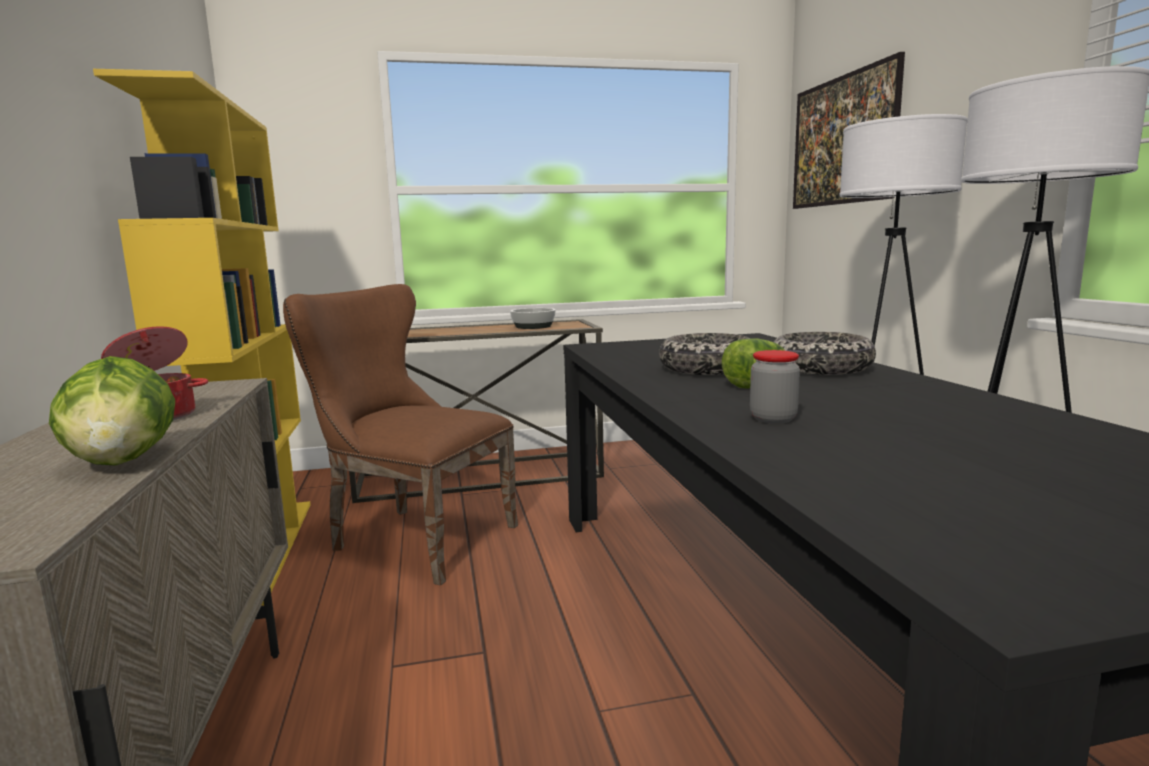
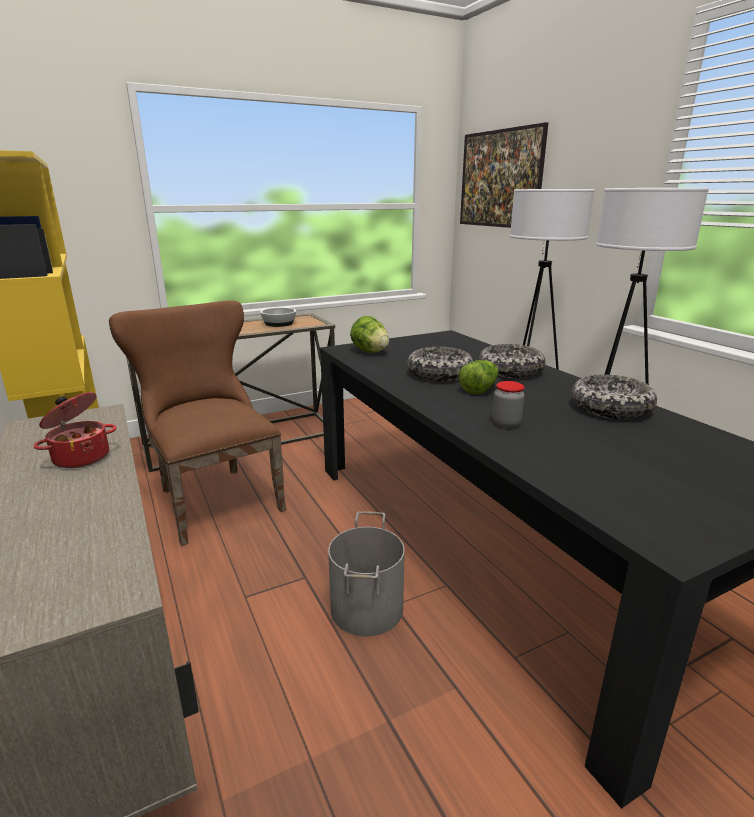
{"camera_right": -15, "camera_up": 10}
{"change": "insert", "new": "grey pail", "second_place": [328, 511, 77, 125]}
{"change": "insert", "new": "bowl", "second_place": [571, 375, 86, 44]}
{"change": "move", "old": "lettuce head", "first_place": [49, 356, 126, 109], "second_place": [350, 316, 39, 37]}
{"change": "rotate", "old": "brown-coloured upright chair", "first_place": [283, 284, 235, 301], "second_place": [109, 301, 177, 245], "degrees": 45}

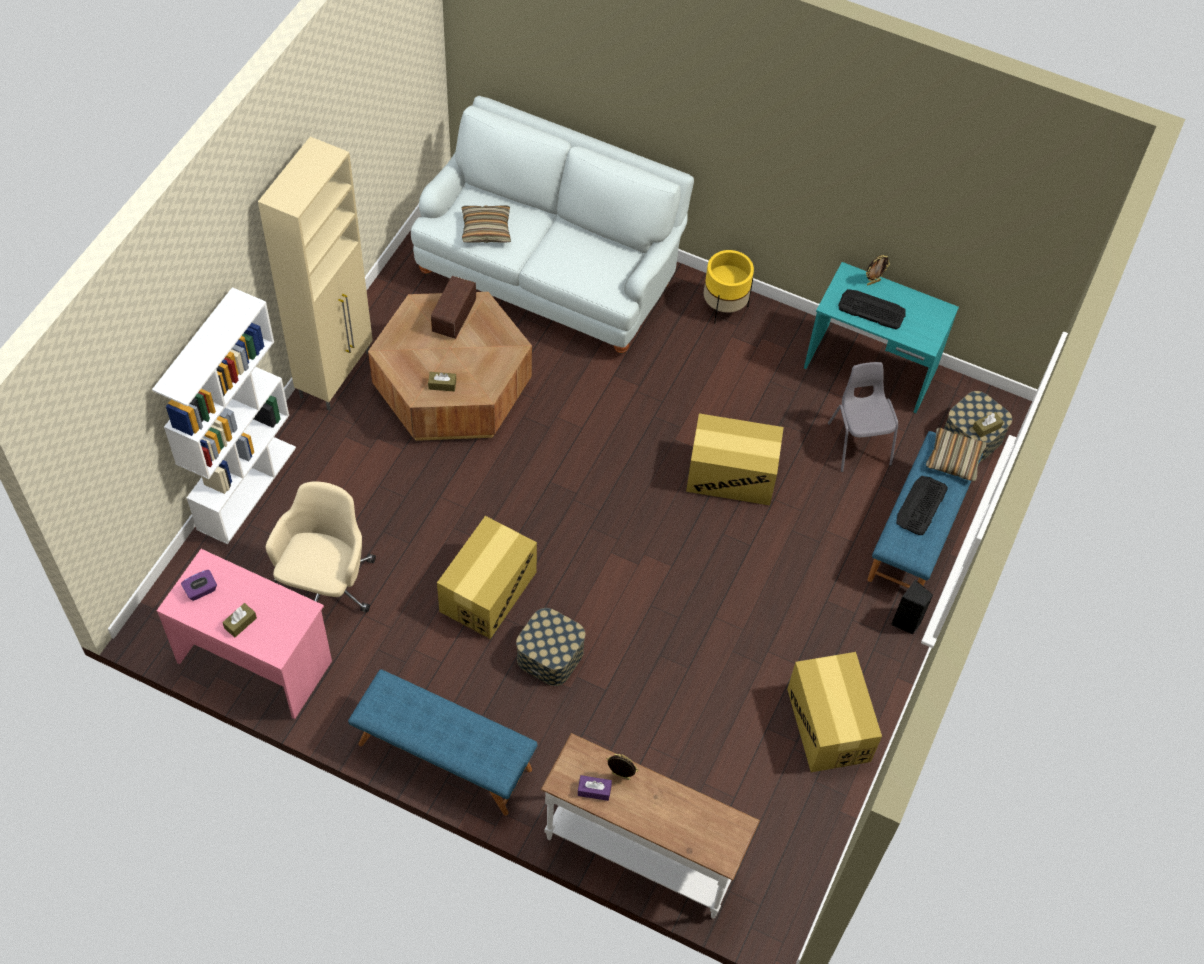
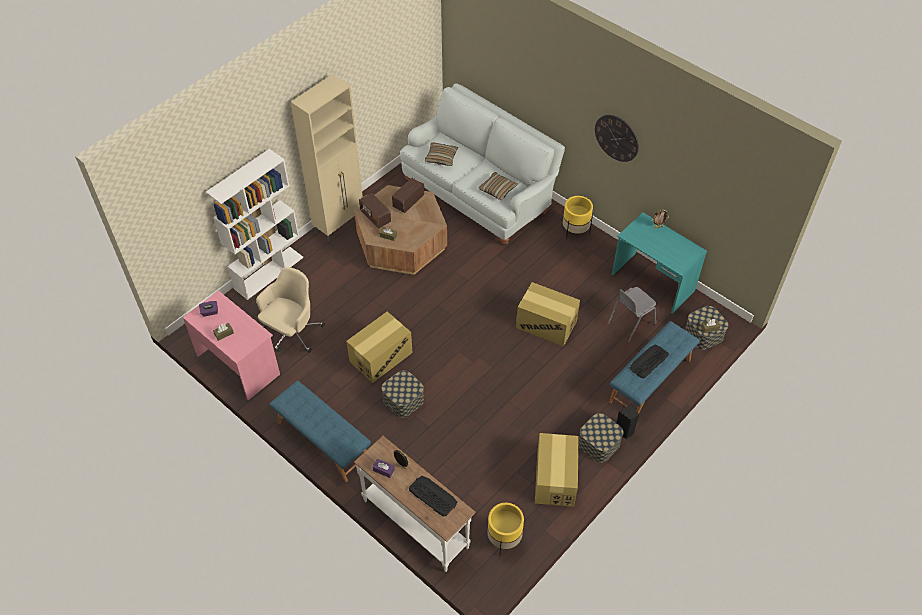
{"camera_right": 20, "camera_up": -5}
{"change": "insert", "new": "radio receiver", "second_place": [359, 193, 32, 35]}
{"change": "insert", "new": "yellow plant pot", "second_place": [488, 503, 36, 51]}
{"change": "insert", "new": "storage bin", "second_place": [579, 413, 45, 50]}
{"change": "insert", "new": "hanging clock", "second_place": [595, 115, 44, 47]}
{"change": "move", "old": "PC keyboard", "first_place": [838, 289, 67, 40], "second_place": [409, 476, 48, 41]}
{"change": "move", "old": "throw pillow", "first_place": [926, 427, 61, 54], "second_place": [478, 172, 40, 28]}
{"change": "rotate", "old": "grey upright chair", "first_place": [828, 362, 70, 110], "second_place": [608, 287, 48, 55], "degrees": -135}

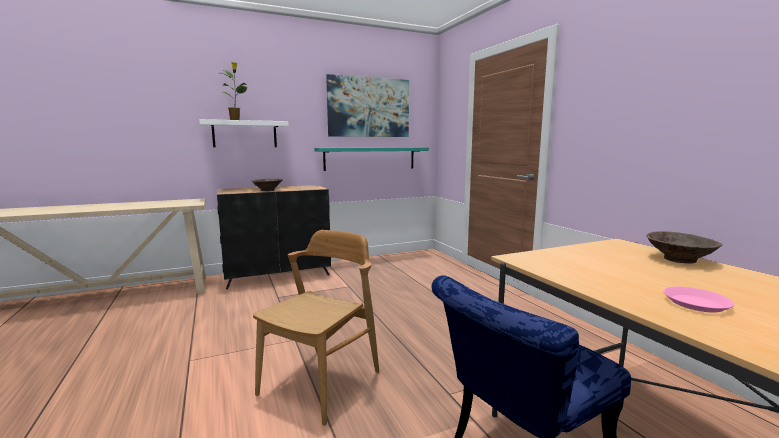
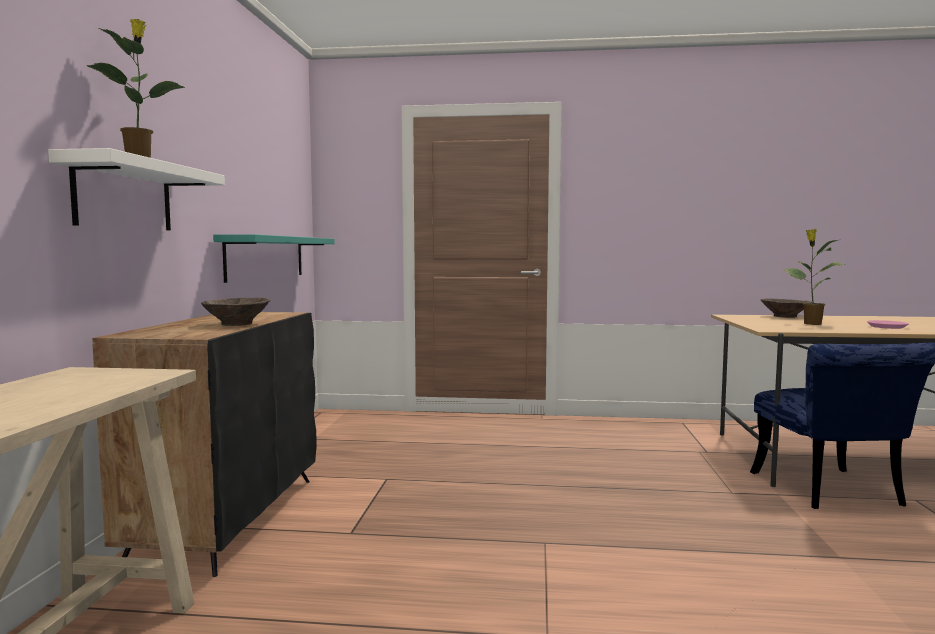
{"camera_right": -60, "camera_up": -5}
{"change": "delete", "old": "brown-coloured upright chair", "first_place": [253, 230, 126, 196]}
{"change": "delete", "old": "picture", "first_place": [326, 74, 83, 63]}
{"change": "insert", "new": "potted plant", "second_place": [784, 229, 61, 96]}

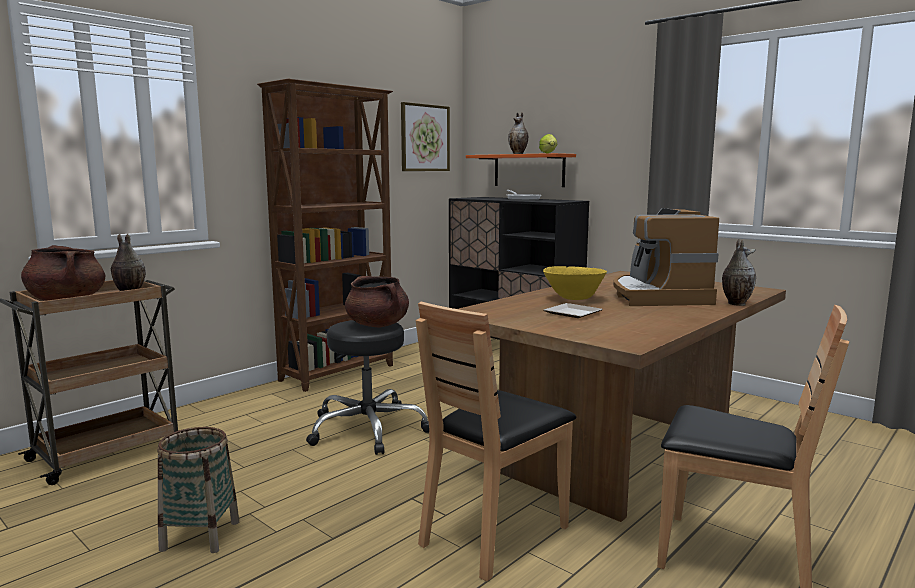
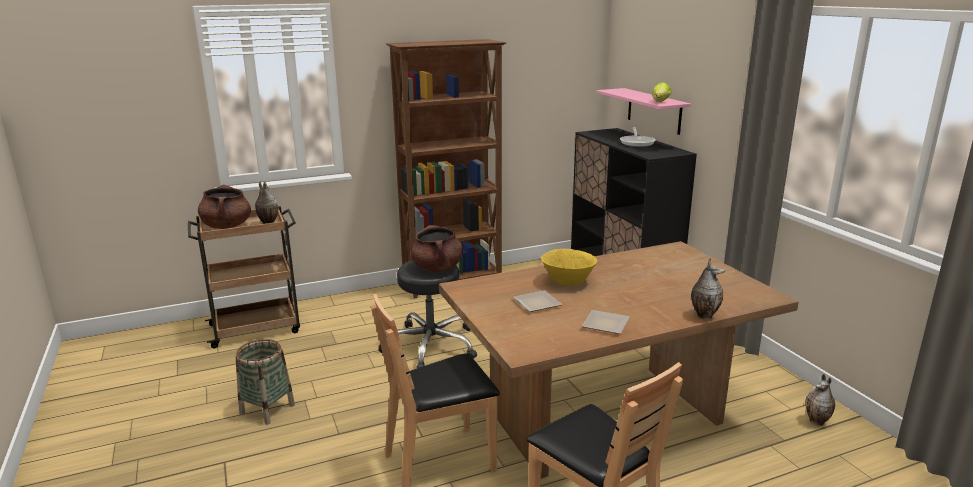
{"camera_right": 25, "camera_up": 10}
{"change": "delete", "old": "picture", "first_place": [401, 102, 49, 69]}
{"change": "delete", "old": "coffee maker", "first_place": [613, 208, 106, 98]}
{"change": "insert", "new": "flat dish", "second_place": [582, 310, 47, 24]}
{"change": "move", "old": "flower vase", "first_place": [508, 112, 21, 42], "second_place": [805, 374, 30, 52]}
{"change": "recolor", "old": "orange shelf", "new": "pink shelf", "first_place": [466, 153, 110, 34], "second_place": [596, 88, 95, 47]}

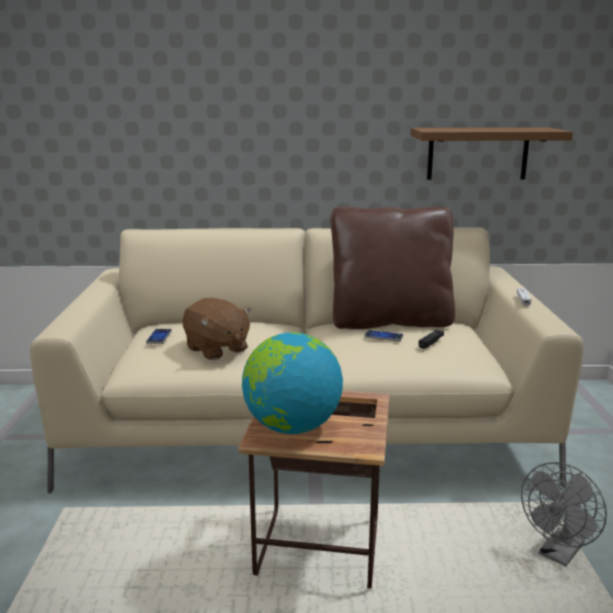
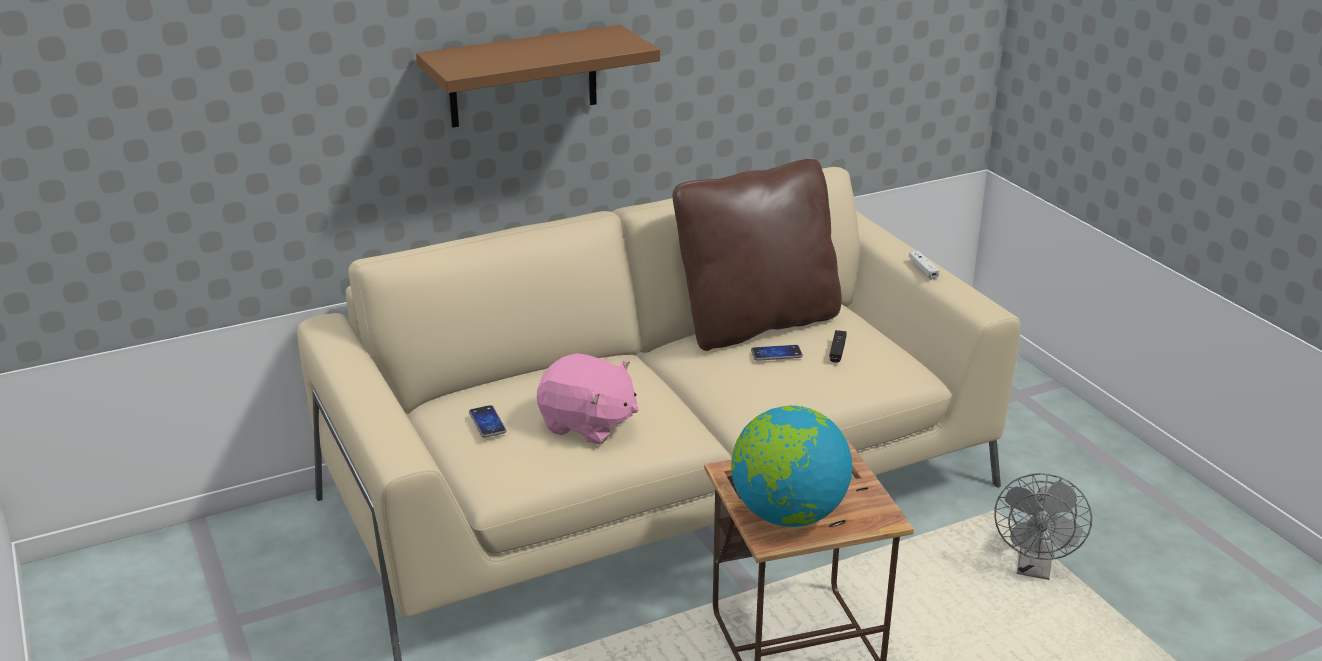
{"camera_right": -25, "camera_up": 10}
{"change": "move", "old": "brown-coloured shelf", "first_place": [410, 128, 163, 52], "second_place": [416, 25, 244, 103]}
{"change": "recolor", "old": "brown-coloured plush toy", "new": "pink plush toy", "first_place": [182, 298, 69, 62], "second_place": [537, 353, 102, 91]}

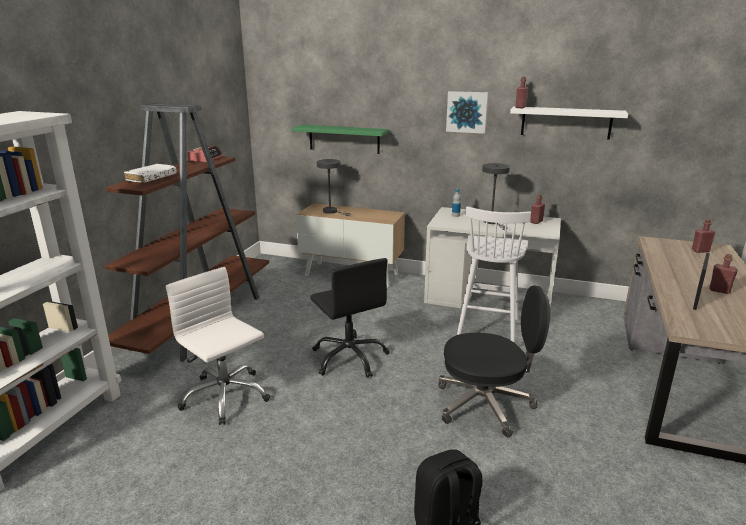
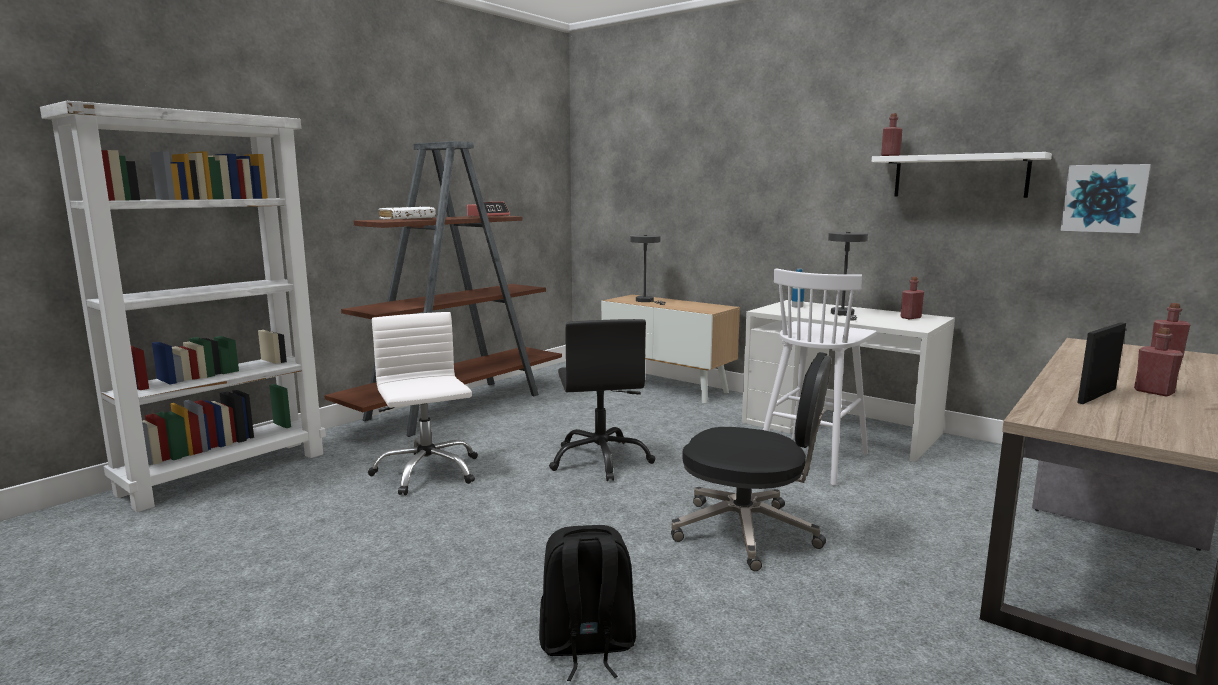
{"camera_right": 20, "camera_up": -10}
{"change": "delete", "old": "green-coloured shelf", "first_place": [292, 125, 97, 29]}
{"change": "move", "old": "picture", "first_place": [446, 91, 42, 43], "second_place": [1060, 164, 91, 69]}

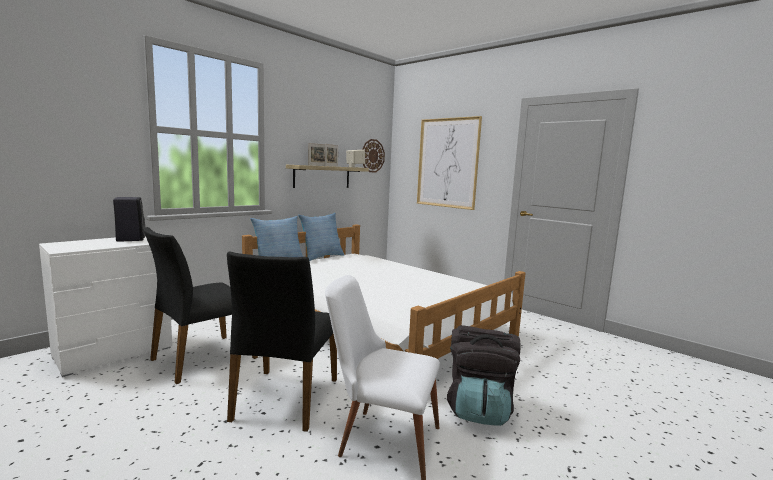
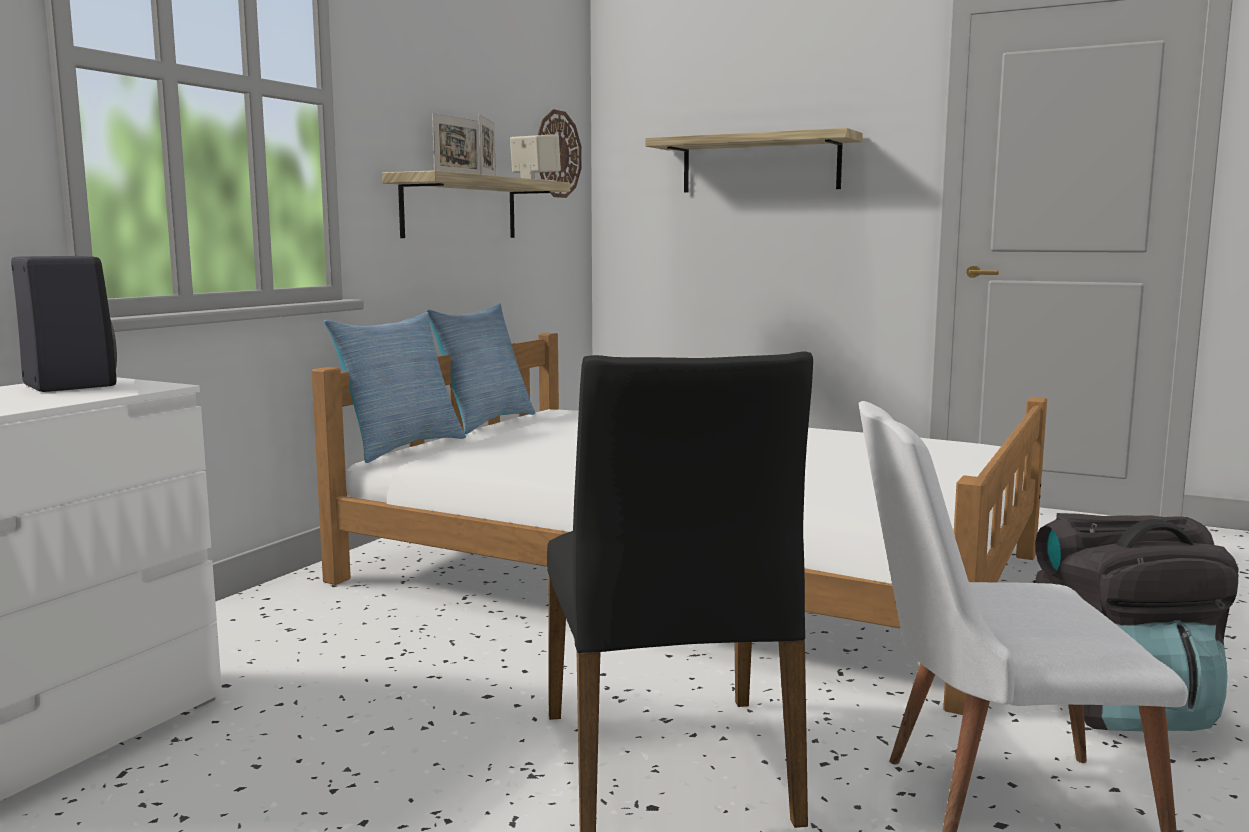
{"camera_right": -15, "camera_up": 0}
{"change": "delete", "old": "black upright chair", "first_place": [143, 227, 115, 157]}
{"change": "replace", "old": "picture", "new": "shelf", "first_place": [417, 116, 65, 94], "second_place": [645, 128, 218, 64]}

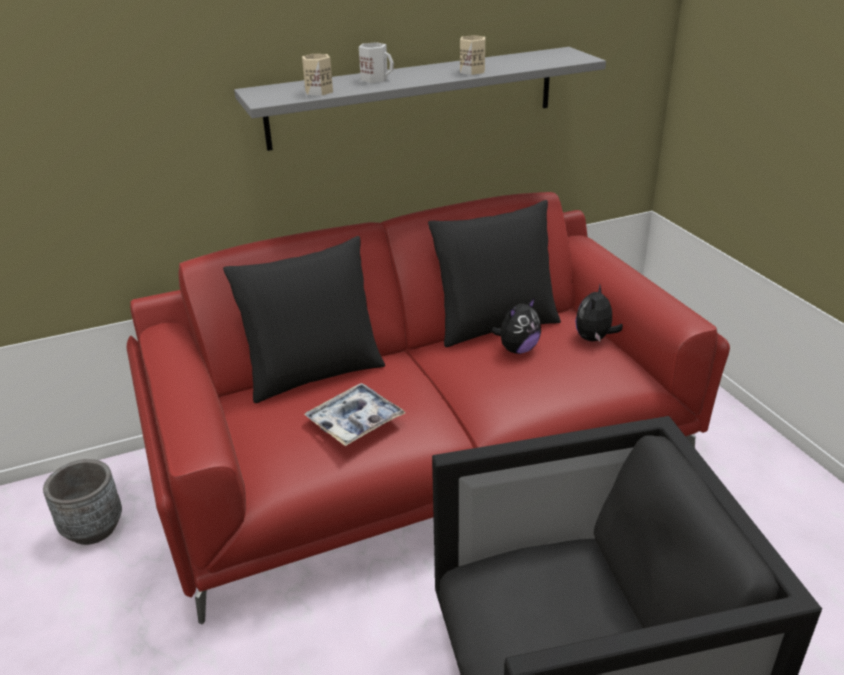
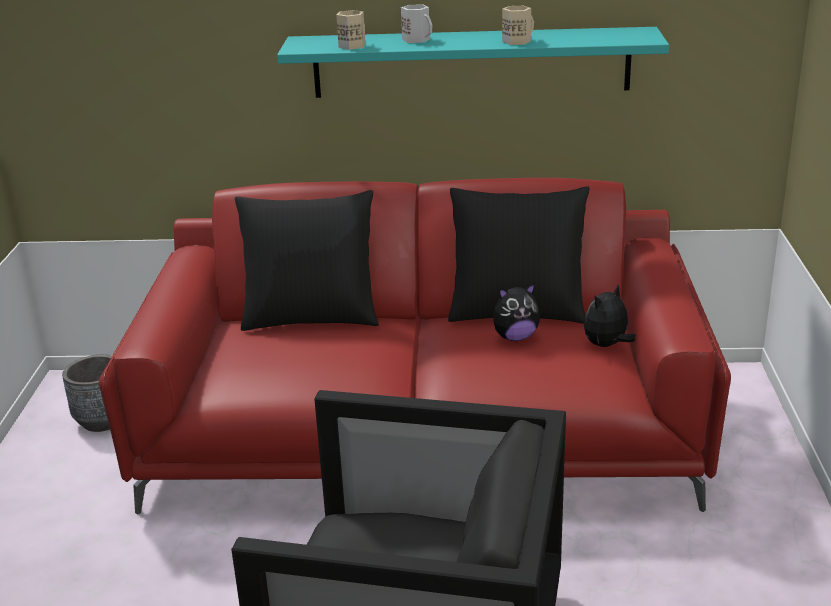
{"camera_right": 25, "camera_up": -5}
{"change": "delete", "old": "carrying tray", "first_place": [304, 383, 101, 63]}
{"change": "recolor", "old": "grey shelf", "new": "turquoise shelf", "first_place": [234, 47, 372, 104], "second_place": [277, 27, 392, 71]}

